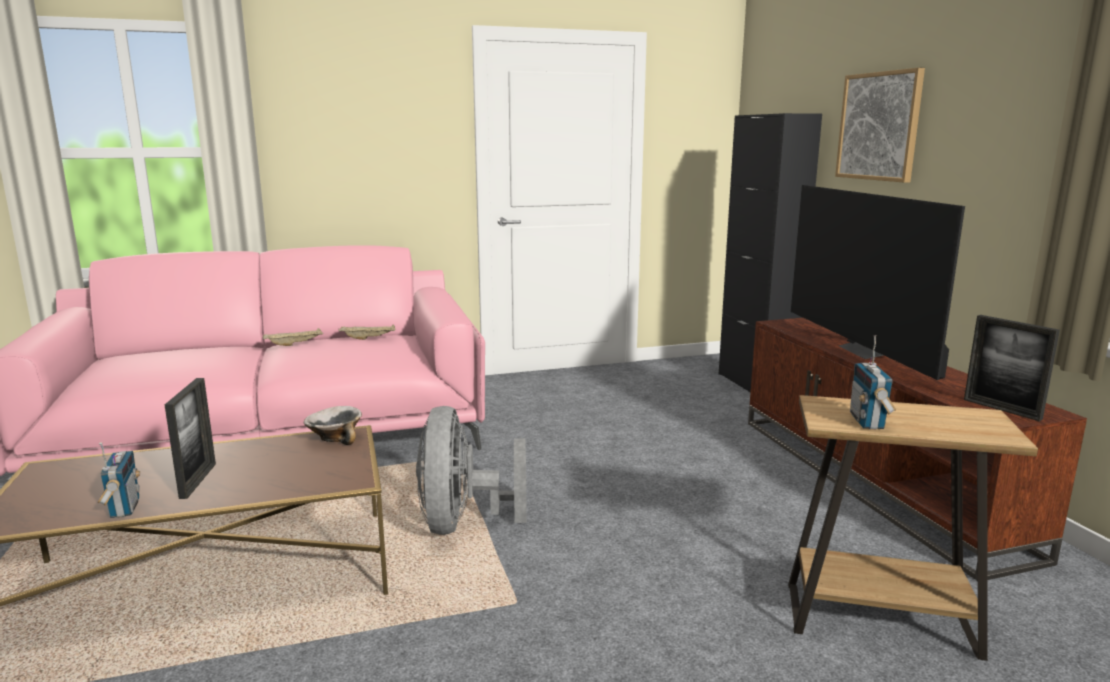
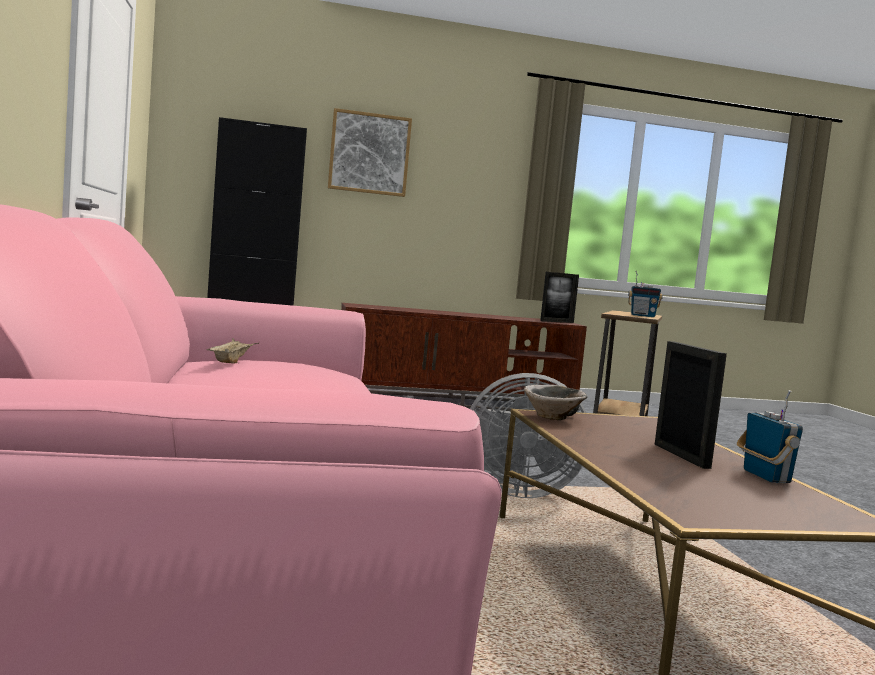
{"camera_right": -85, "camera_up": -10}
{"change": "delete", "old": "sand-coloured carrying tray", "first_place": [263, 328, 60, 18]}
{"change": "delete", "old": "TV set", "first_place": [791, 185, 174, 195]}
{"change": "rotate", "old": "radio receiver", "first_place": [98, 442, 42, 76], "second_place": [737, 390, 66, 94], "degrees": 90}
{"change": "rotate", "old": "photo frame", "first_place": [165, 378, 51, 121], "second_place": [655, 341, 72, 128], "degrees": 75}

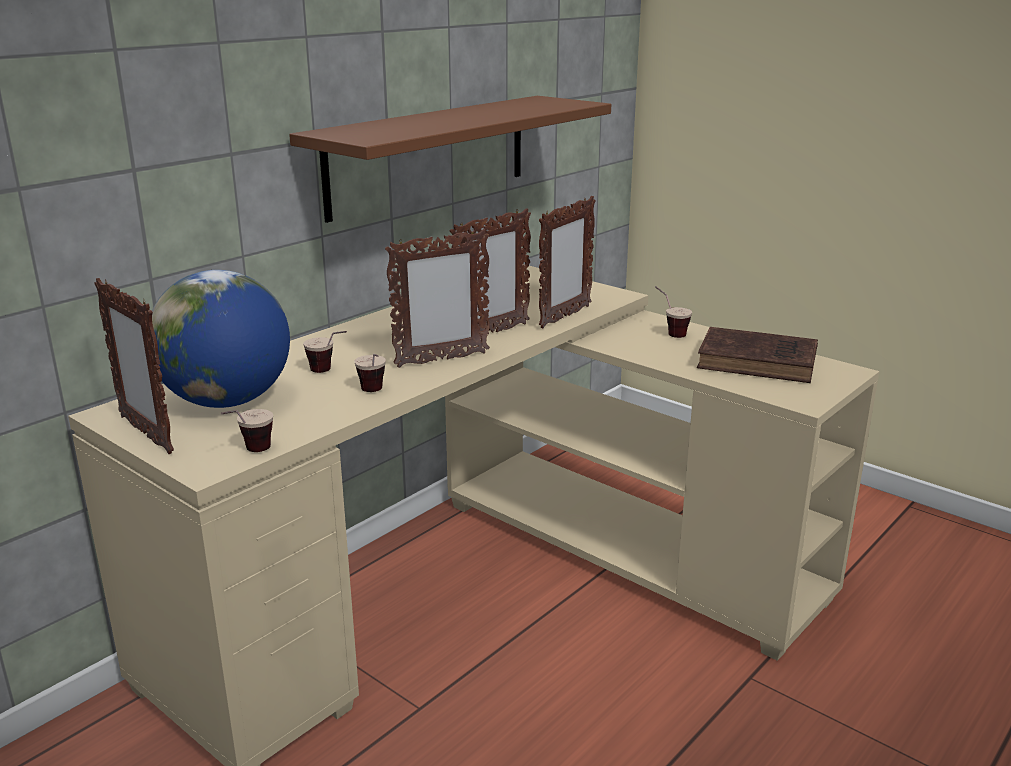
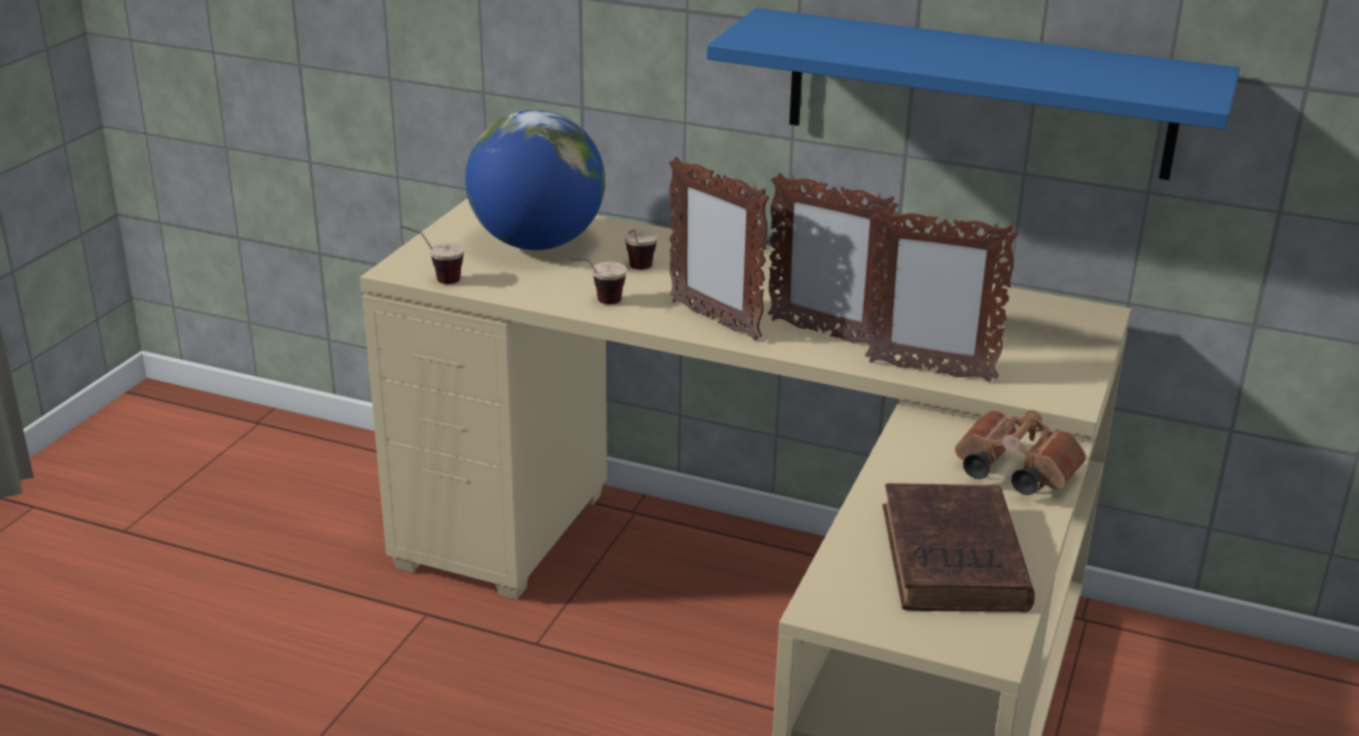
{"camera_right": 70, "camera_up": 5}
{"change": "delete", "old": "photo frame", "first_place": [95, 278, 79, 176]}
{"change": "replace", "old": "drinking cup", "new": "brown-coloured binoculars", "first_place": [655, 286, 37, 52], "second_place": [955, 410, 131, 85]}
{"change": "recolor", "old": "brown-coloured shelf", "new": "blue shelf", "first_place": [289, 96, 322, 127], "second_place": [707, 8, 533, 172]}

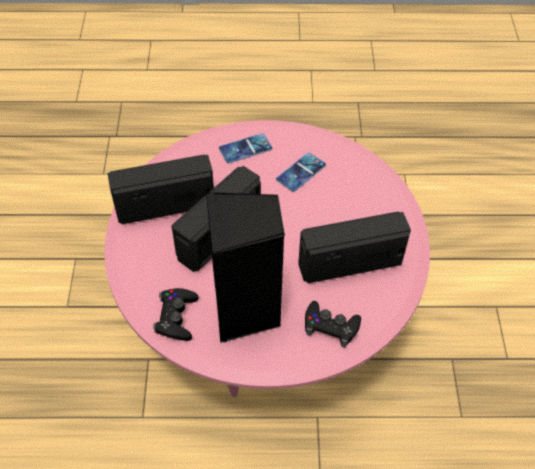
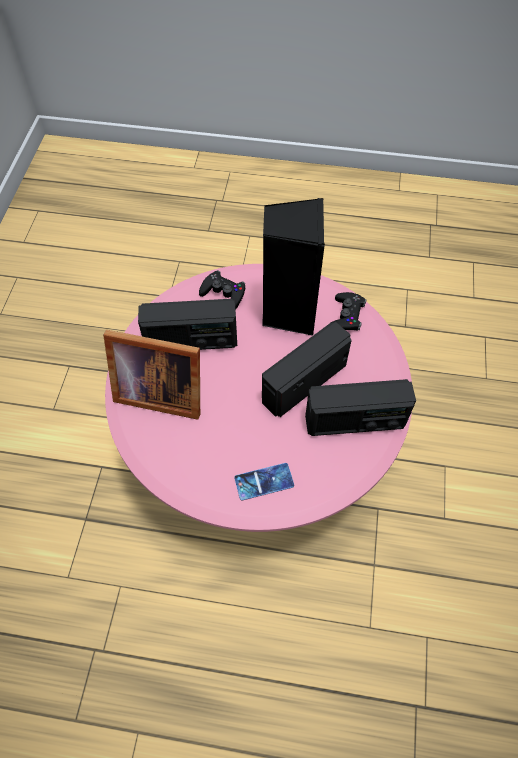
{"camera_right": -170, "camera_up": 5}
{"change": "delete", "old": "phone", "first_place": [276, 152, 50, 40]}
{"change": "insert", "new": "photo frame", "second_place": [103, 330, 97, 90]}

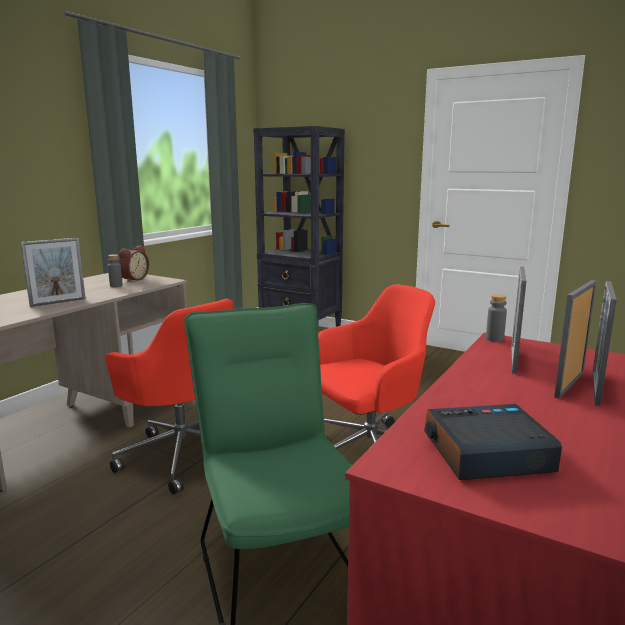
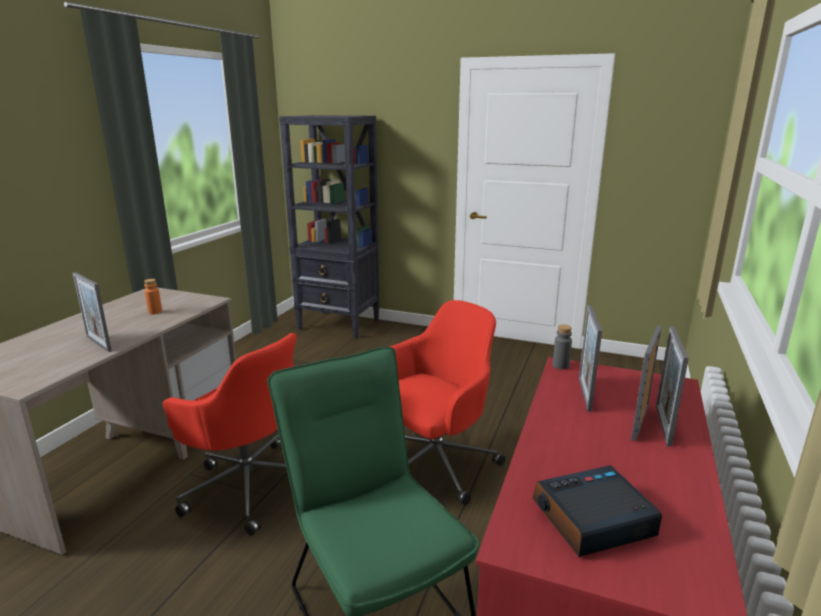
{"camera_right": -10, "camera_up": 5}
{"change": "delete", "old": "bedside clock", "first_place": [118, 245, 31, 37]}
{"change": "recolor", "old": "grey drink bottle", "new": "orange drink bottle", "first_place": [108, 254, 15, 33], "second_place": [144, 279, 18, 35]}
{"change": "rotate", "old": "photo frame", "first_place": [21, 238, 65, 69], "second_place": [73, 272, 39, 80], "degrees": 90}

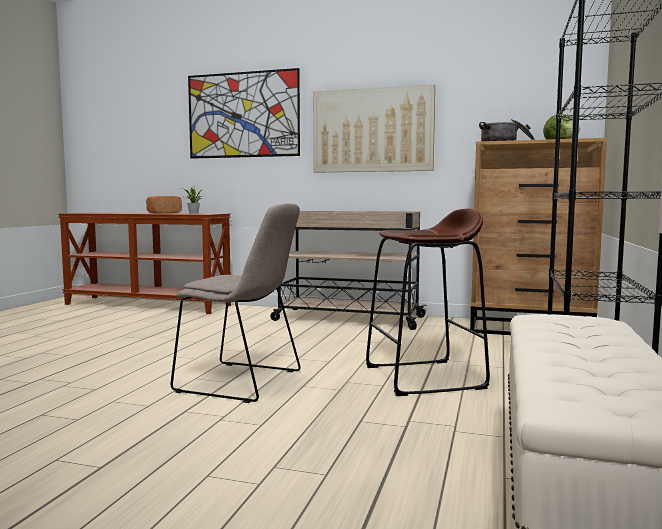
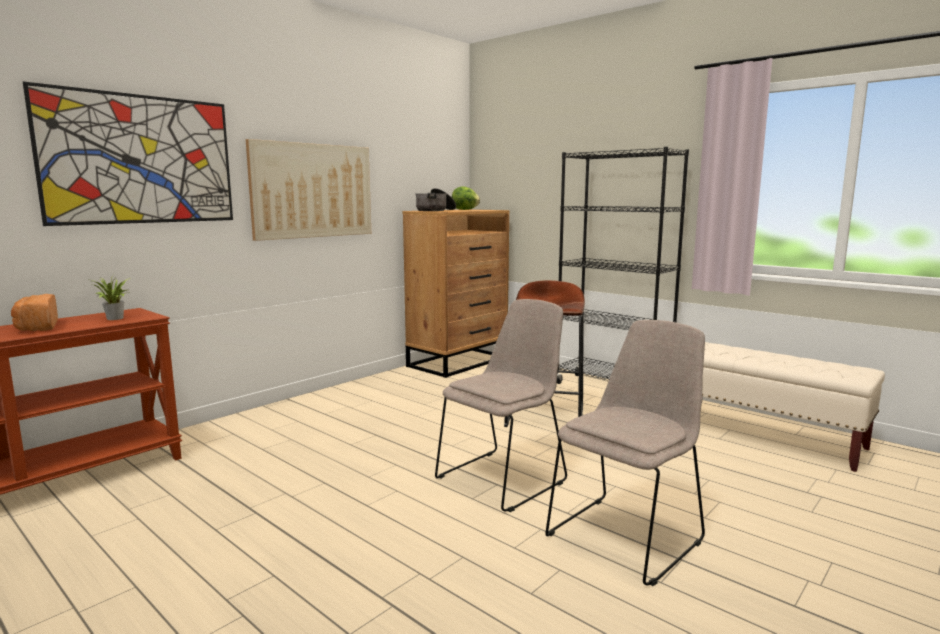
{"camera_right": -65, "camera_up": 5}
{"change": "delete", "old": "sand-coloured wheeled cart", "first_place": [270, 211, 157, 119]}
{"change": "insert", "new": "sand-coloured upright chair", "second_place": [546, 320, 159, 266]}

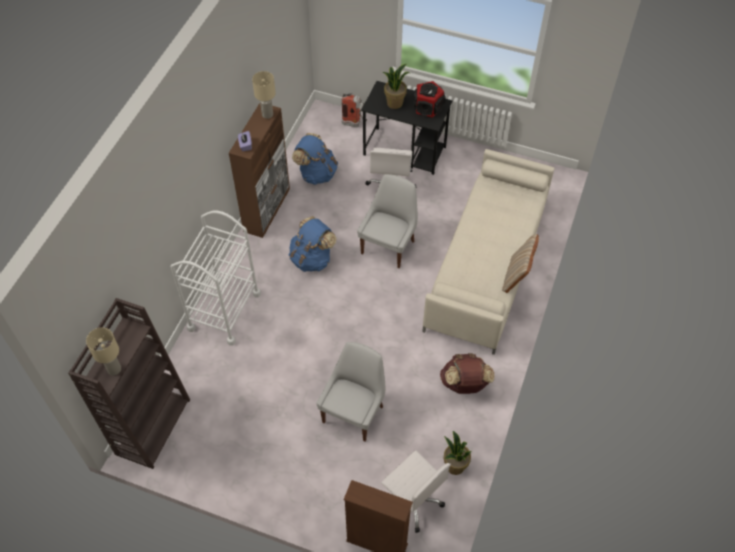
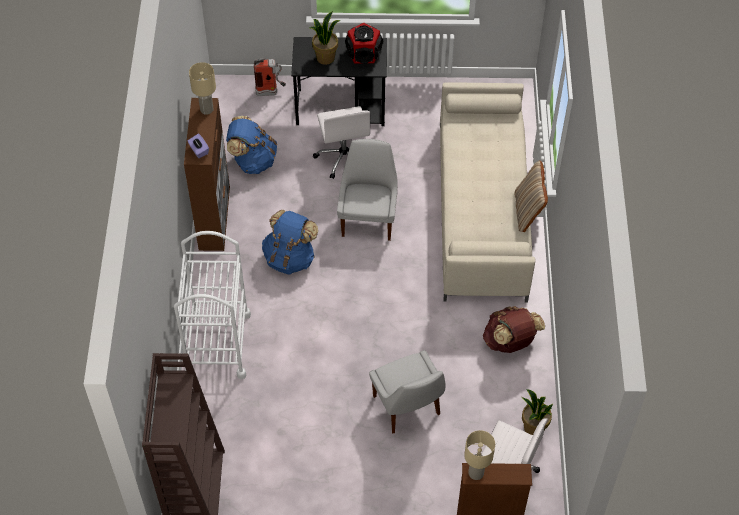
{"camera_right": -20, "camera_up": 0}
{"change": "move", "old": "sand-coloured tabletop lamp", "first_place": [86, 327, 35, 48], "second_place": [464, 430, 31, 50]}
{"change": "rotate", "old": "white upright chair", "first_place": [316, 342, 69, 99], "second_place": [369, 350, 77, 83], "degrees": 150}

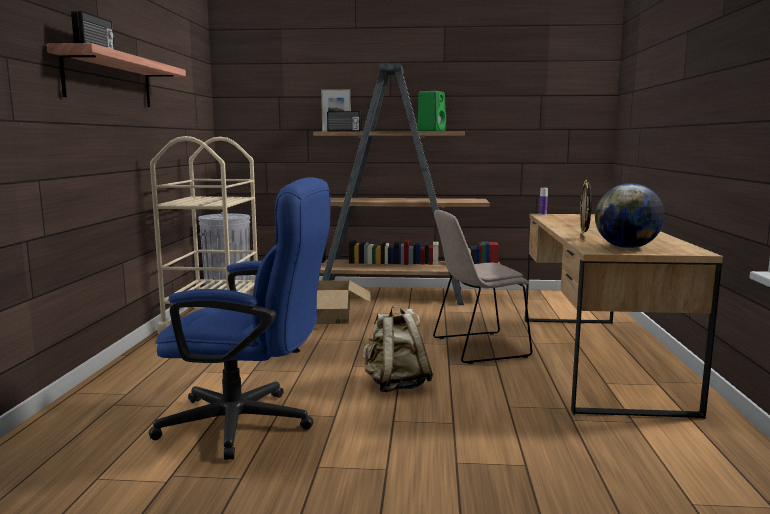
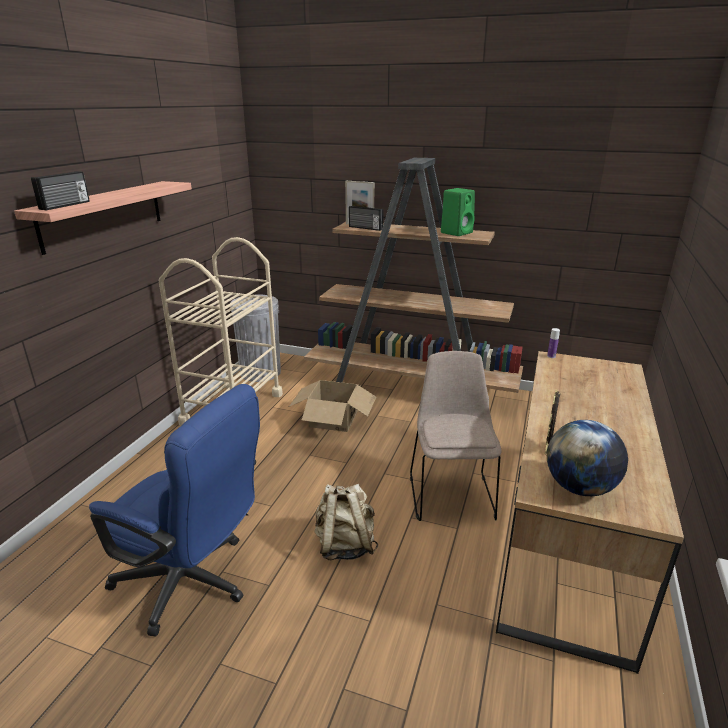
{"camera_right": 15, "camera_up": 15}
{"change": "rotate", "old": "sand-coloured upright chair", "first_place": [433, 210, 99, 154], "second_place": [410, 351, 91, 170], "degrees": 90}

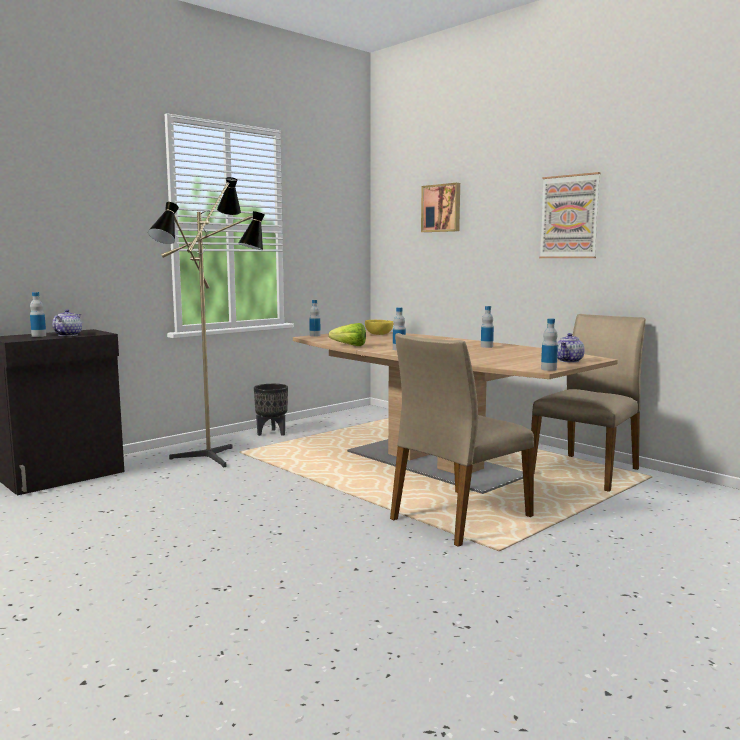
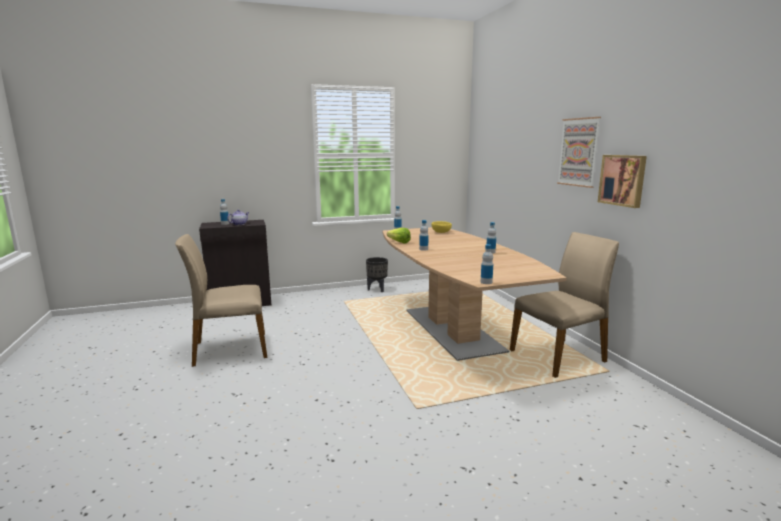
{"camera_right": 25, "camera_up": 5}
{"change": "delete", "old": "standing lamp", "first_place": [148, 177, 116, 290]}
{"change": "delete", "old": "teapot", "first_place": [557, 333, 28, 30]}
{"change": "move", "old": "sand-coloured upright chair", "first_place": [390, 333, 144, 214], "second_place": [175, 234, 92, 133]}
{"change": "move", "old": "picture", "first_place": [421, 183, 39, 49], "second_place": [598, 155, 49, 53]}

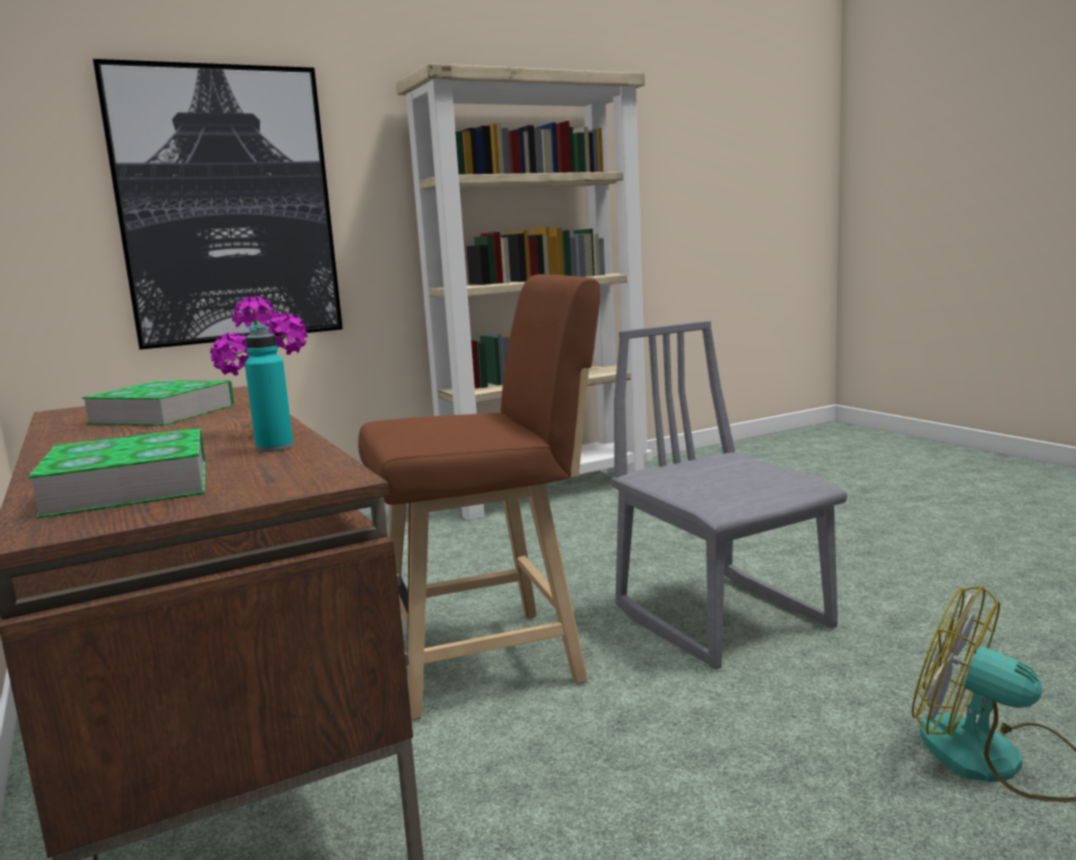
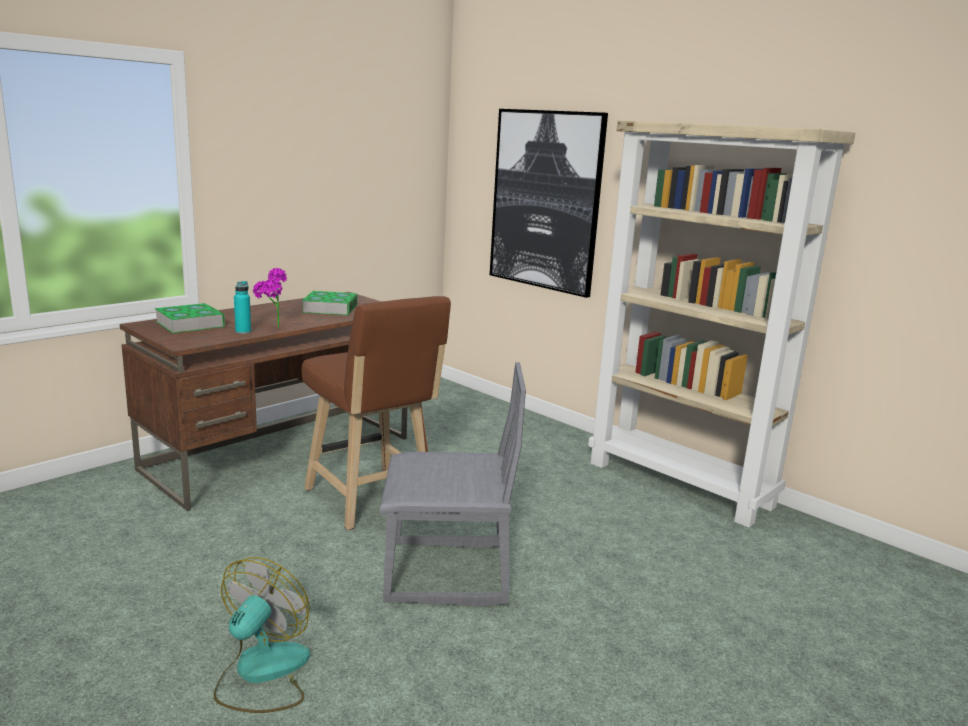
{"camera_right": 70, "camera_up": 5}
{"change": "rotate", "old": "grey upright chair", "first_place": [611, 320, 236, 350], "second_place": [379, 362, 147, 244], "degrees": 45}

